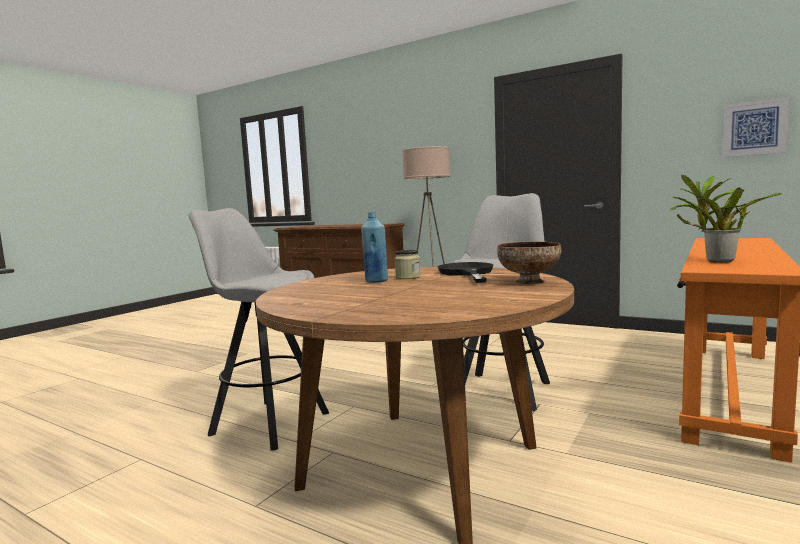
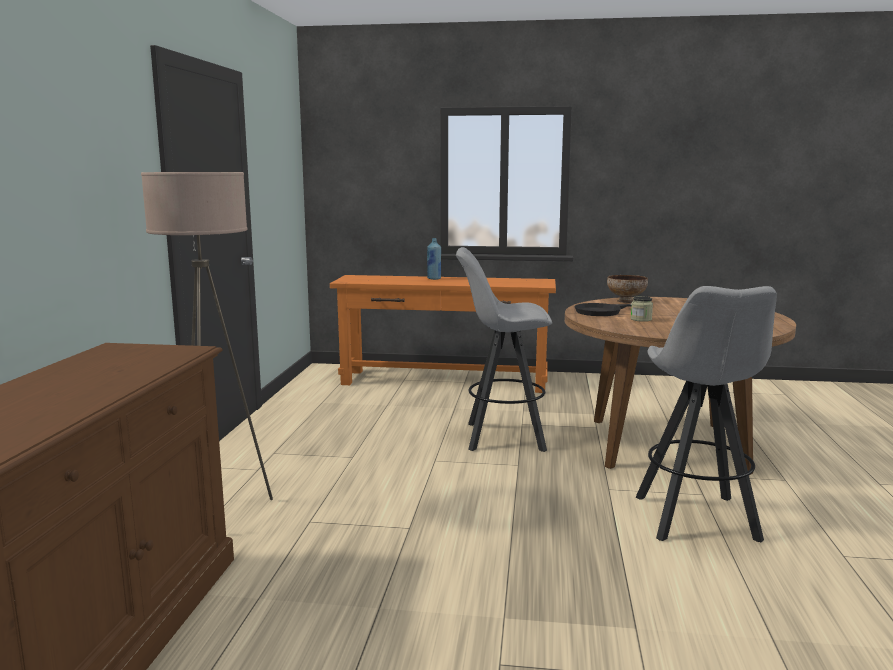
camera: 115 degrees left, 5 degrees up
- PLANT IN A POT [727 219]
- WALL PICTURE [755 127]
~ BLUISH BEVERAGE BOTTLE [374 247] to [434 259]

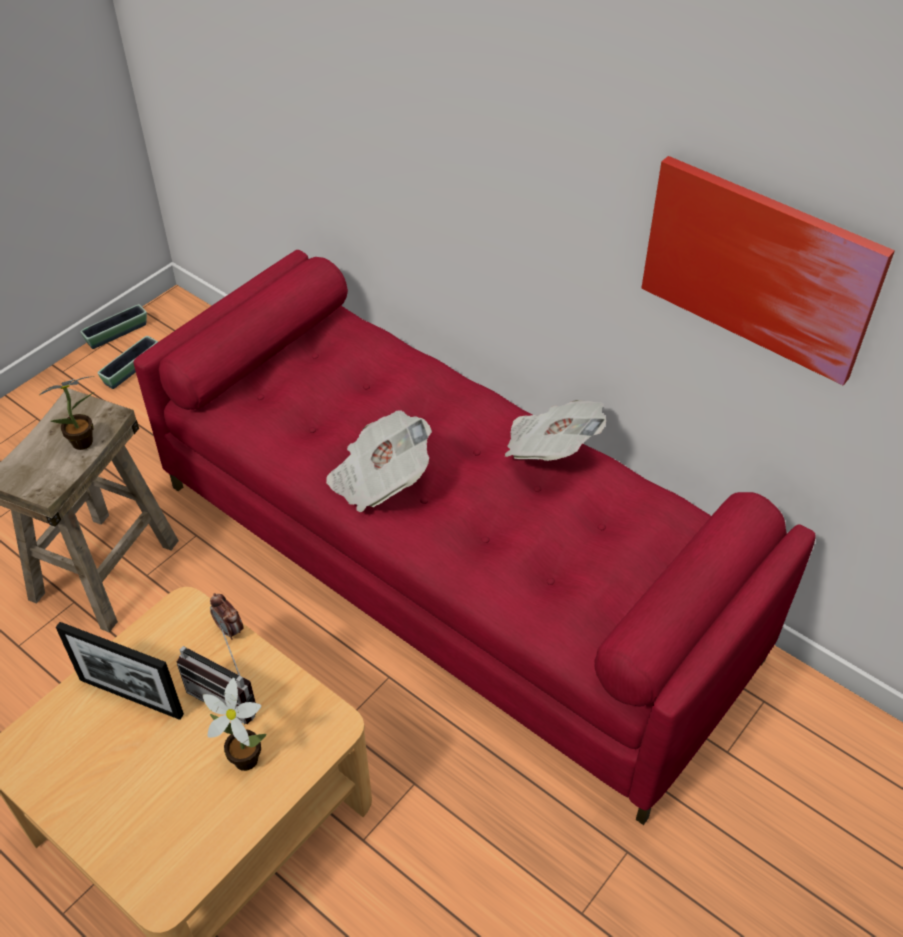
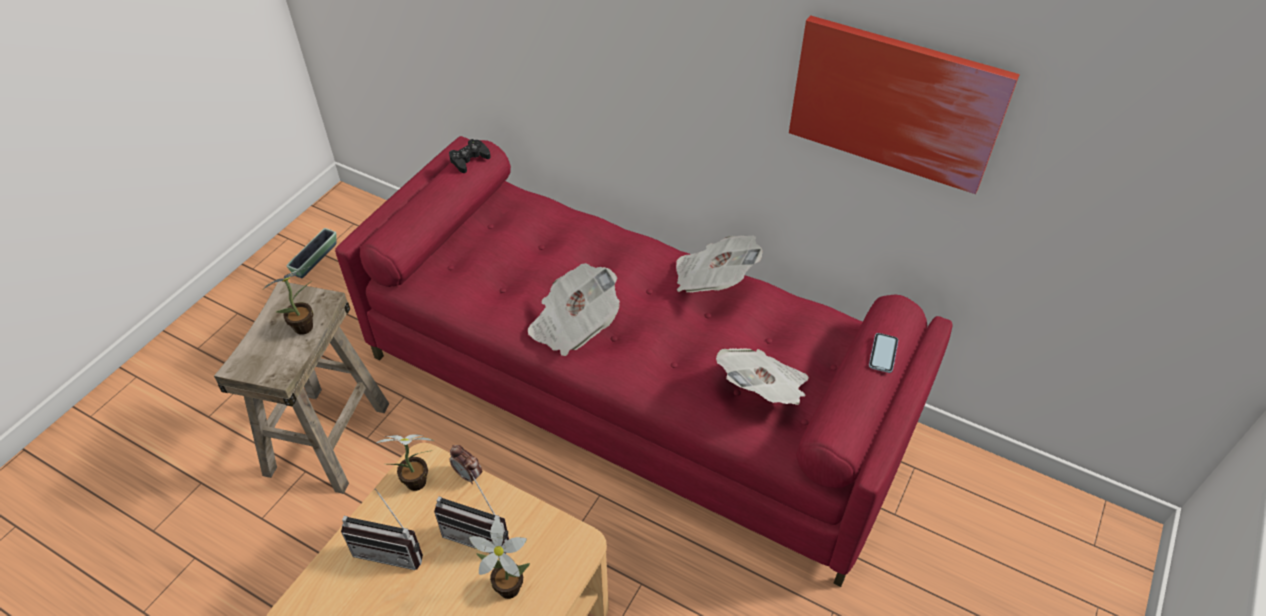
camera: 10 degrees left, 0 degrees up
- PLANTER [113 326]
+ PLANT IN A POT [405 463]
+ BLACK-COLOURED GAMEPAD [470 156]
+ DAILY PAPER [762 376]
+ HANDSET [883 353]
~ PHOTO FRAME [120 671] to RADIO SET [382 529]

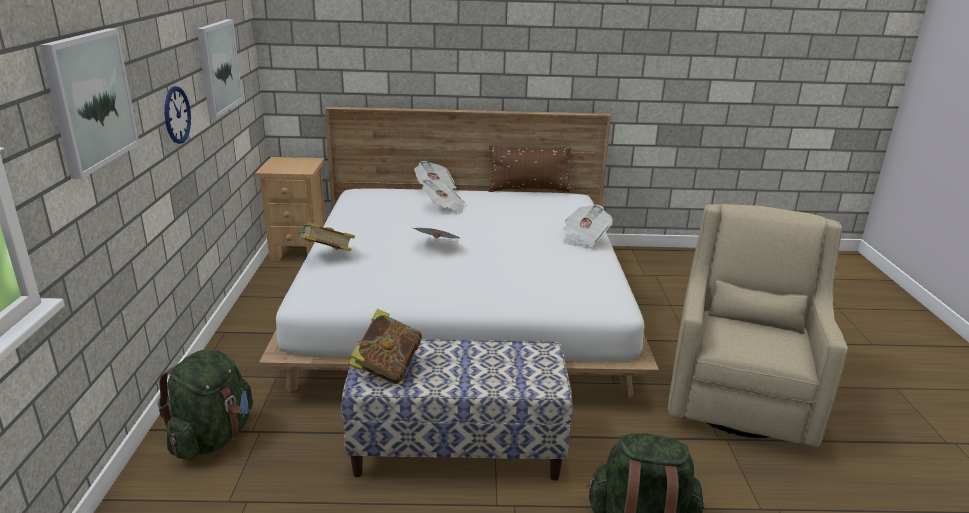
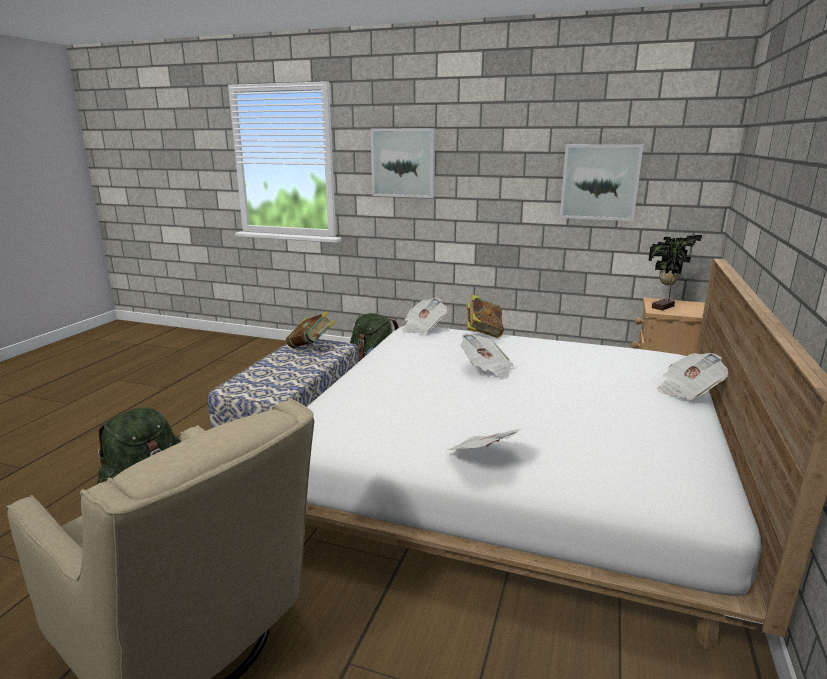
camera: 110 degrees right, 5 degrees down
- HANGING CLOCK [177 115]
- BROWN PILLOW [529 168]
+ PLANT IN A POT [675 272]
~ DAILY PAPER [443 196] to [424 315]

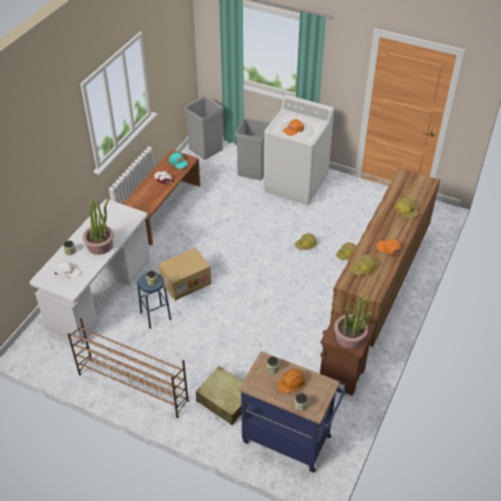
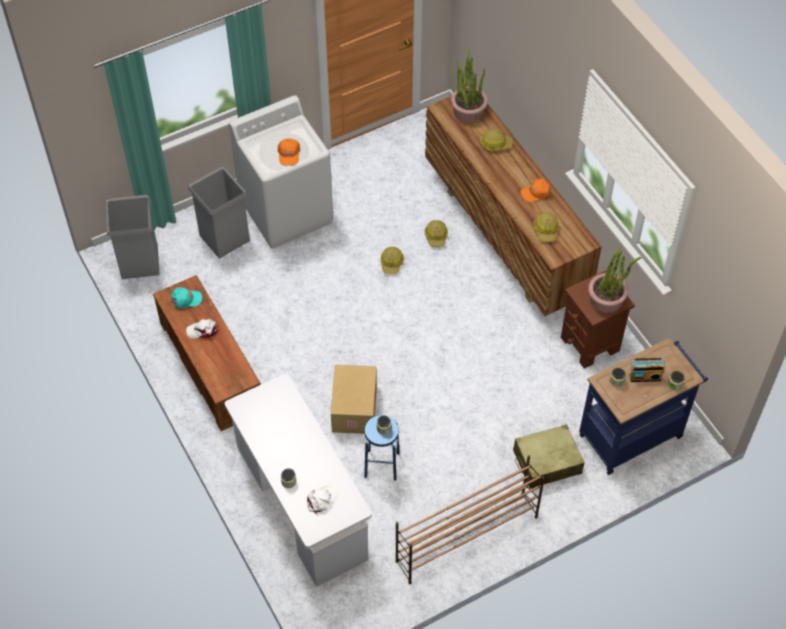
camera: 55 degrees left, 10 degrees up
~ PLANT IN A POT [98 226] to [469 85]
~ ORANGE WORK HELMET [291 381] to RADIO SET [648 370]

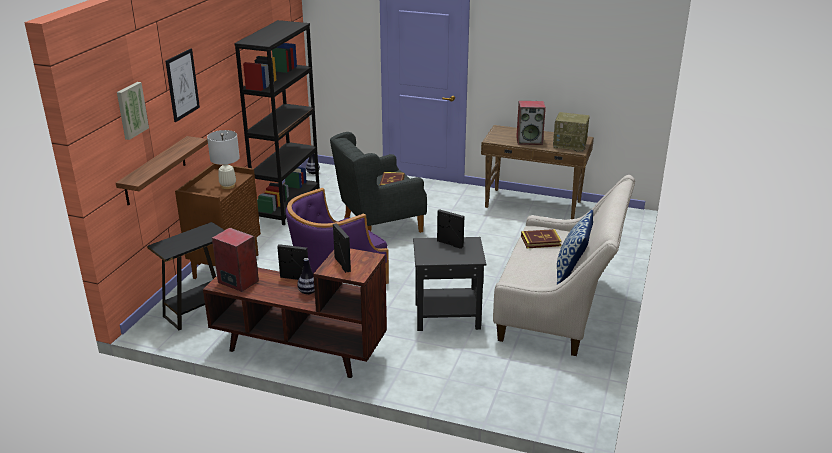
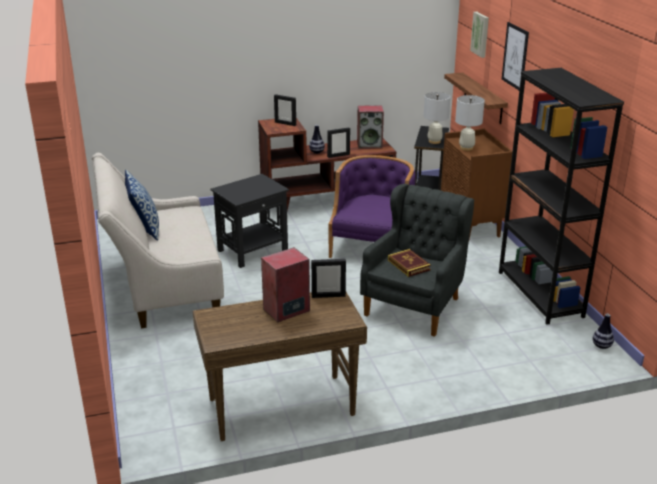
camera: 145 degrees right, 0 degrees up
- VOLUME [541 238]
- RADIO SET [571 132]
+ WHITE TABLETOP LAMP [437 118]
~ PHOTO FRAME [450 229] to [328 278]

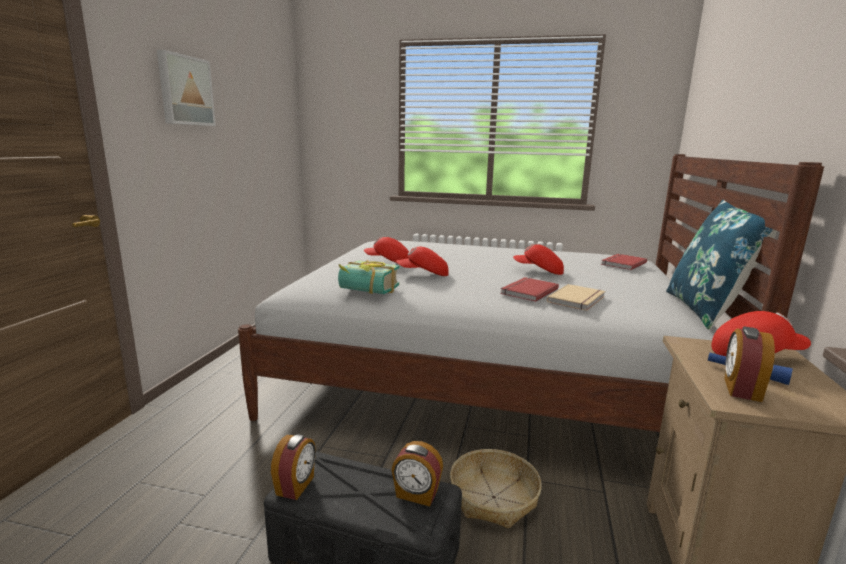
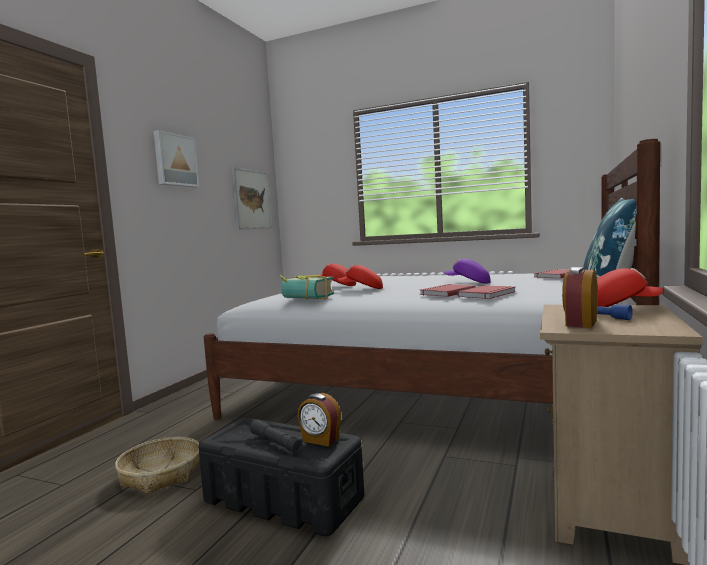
camera: 10 degrees right, 10 degrees down
- TABLE CLOCK [293 467]
+ WALL PICTURE [252 198]
+ GREYISH TORCH [276 436]
~ HOUSEHOLD BASKET [496 488] to [157 465]
~ RED-COLOURED BASEBALL CAP [538 259] to PURPLE BASEBALL CAP [467 271]
~ SAND-COLOURED VOLUME [576 297] to RED-COLOURED VOLUME [486 292]

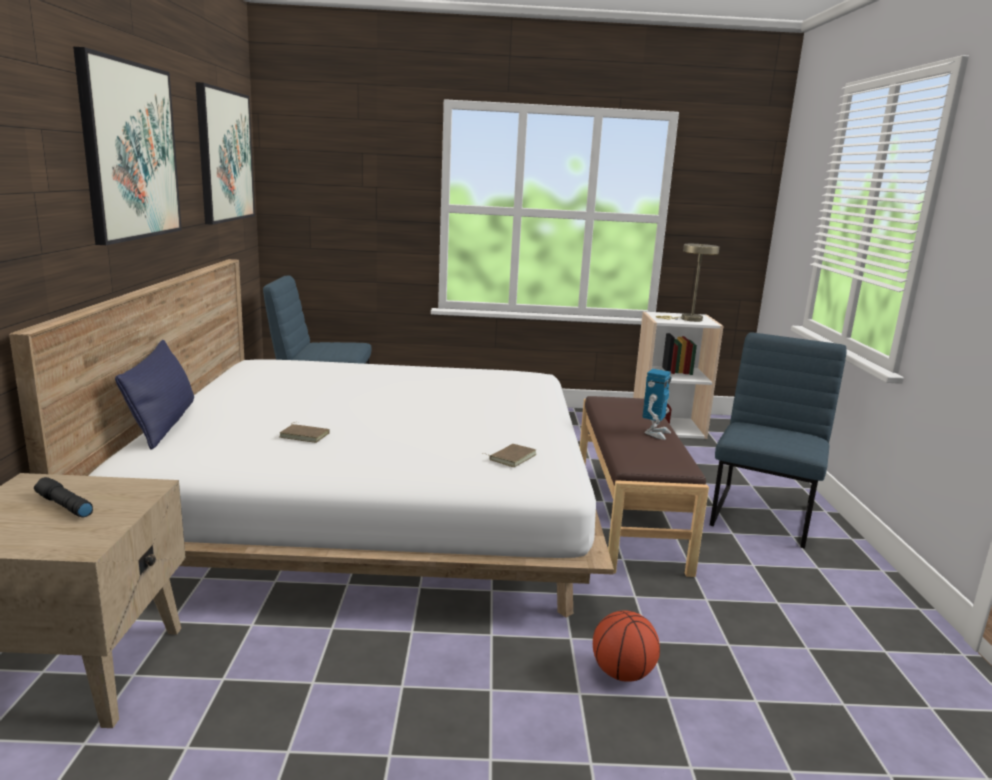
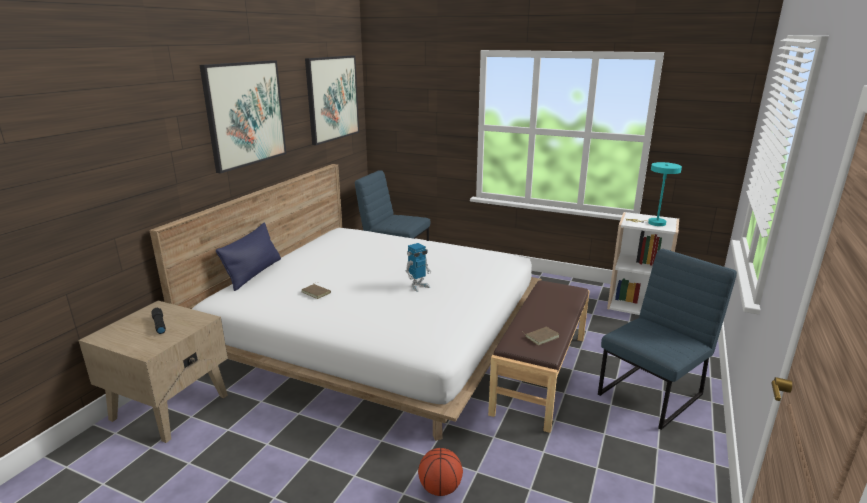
camera: 25 degrees right, 5 degrees up
~ BROWN VOLUME [509 455] to [541 336]
~ ROBOT FIGURE [657 404] to [418 267]
~ SAND-COLOURED TABLETOP LAMP [687 283] to TURQUOISE-COLOURED TABLETOP LAMP [654 194]

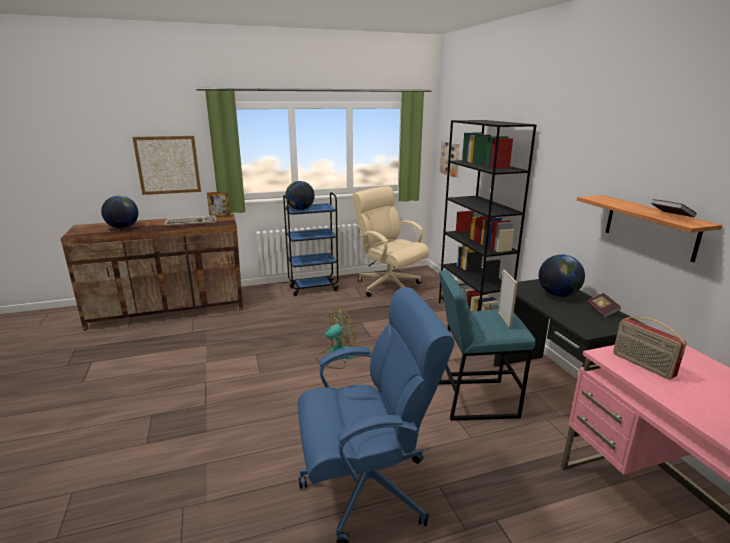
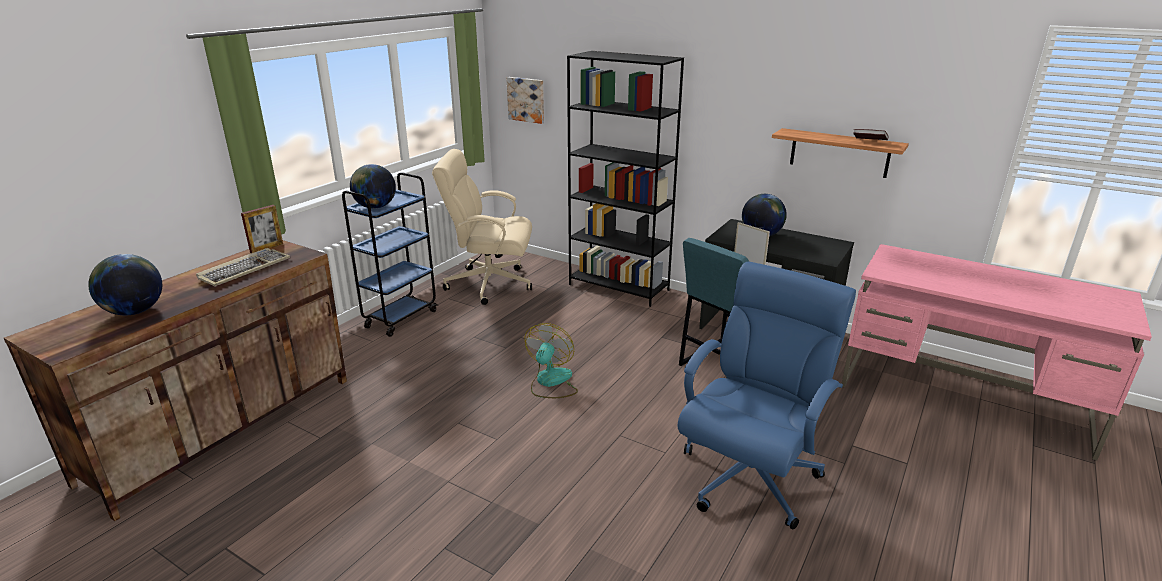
camera: 40 degrees left, 5 degrees up
- WALL PICTURE [166 165]
- VOLUME [604 305]
- RADIO SET [649 348]

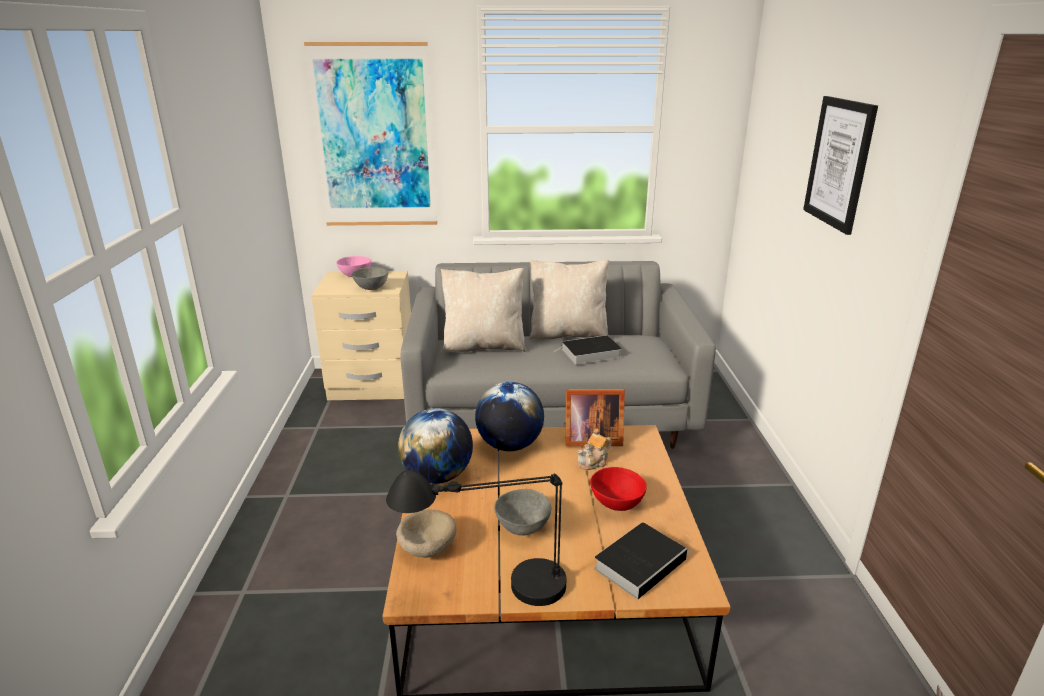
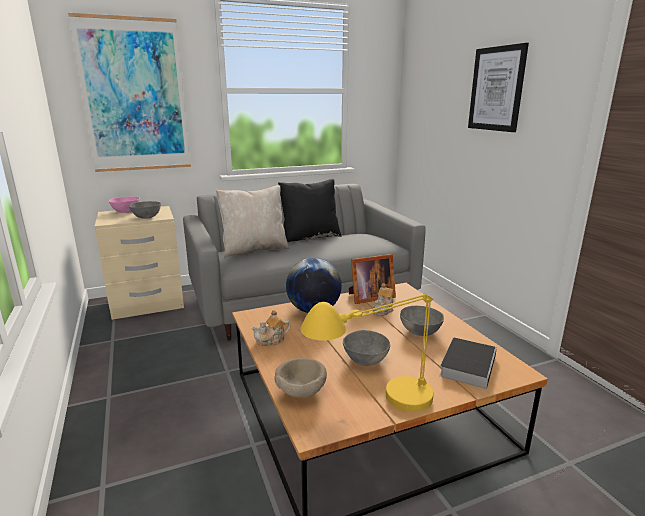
camera: 20 degrees left, 5 degrees down
- VOLUME [587 350]
~ DESK GLOBE [435 446] to POT FOR TEA [270 328]
~ BLACK-COLOURED TABLETOP LAMP [476 537] to YELLOW-COLOURED TABLETOP LAMP [367 352]
~ SAND-COLOURED PILLOW [569 300] to BLACK-COLOURED PILLOW [310 210]
~ RED-COLOURED BOWL [618 489] to GREYISH BOWL [422 321]

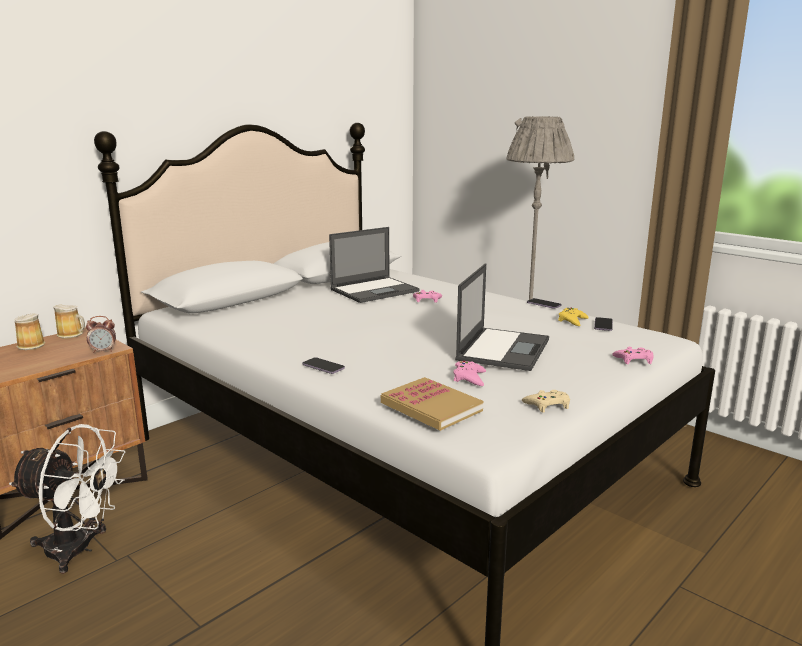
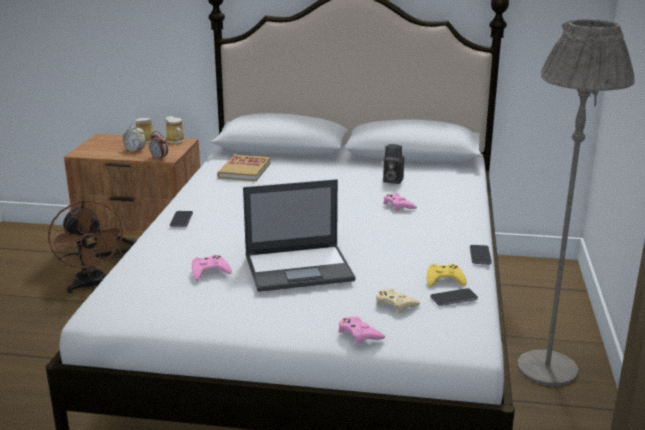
camera: 55 degrees right, 5 degrees up
+ TABLE CLOCK [134 137]
~ VOLUME [432 404] to [244 168]
~ SAND-COLOURED GAMEPAD [546 401] to [398 301]
~ NOTEBOOK COMPUTER [374 265] to PHOTO CAMERA [393 164]
~ WHITE ELECTRIC FAN [67 499] to BROWN ELECTRIC FAN [86 246]

